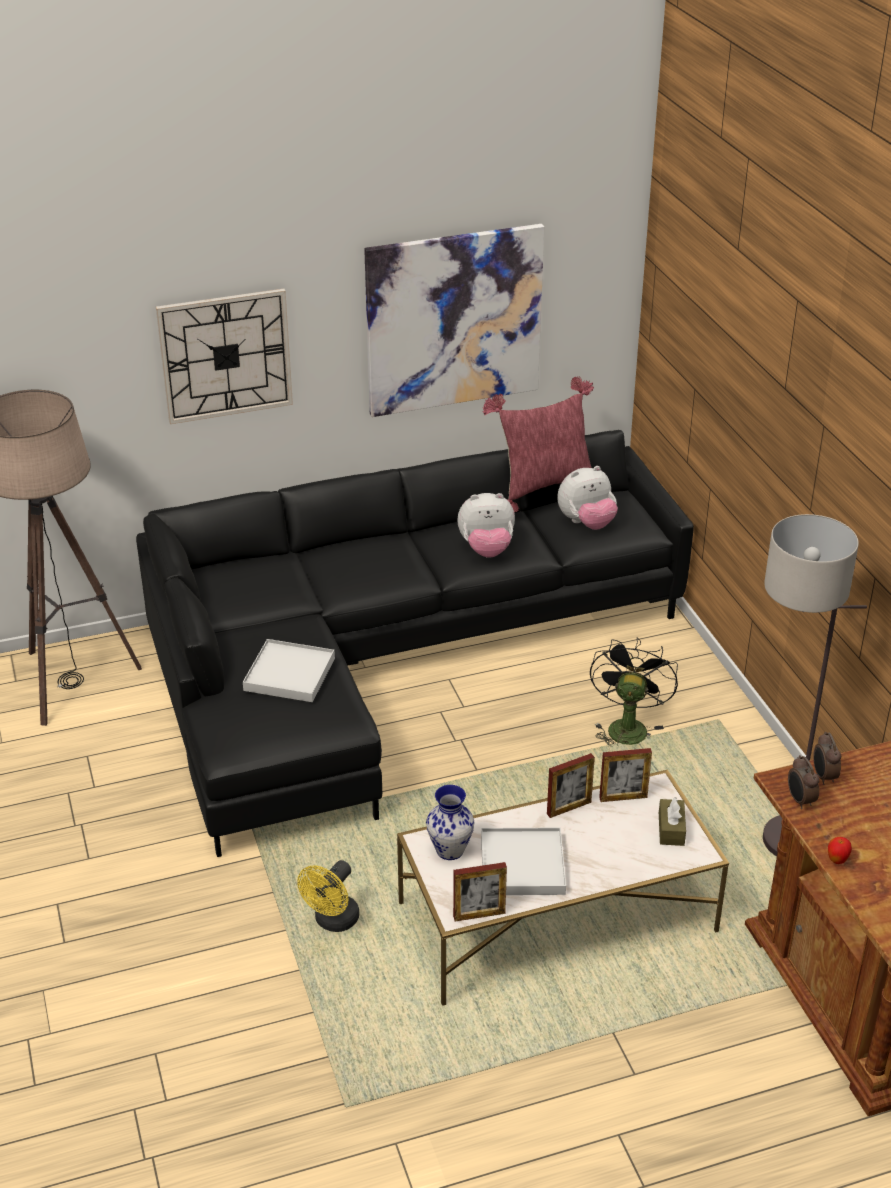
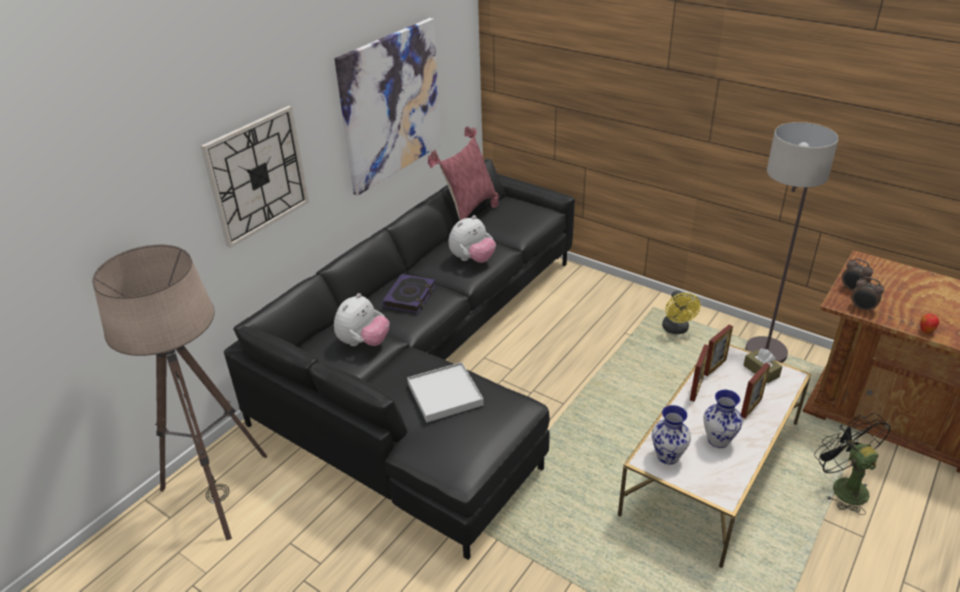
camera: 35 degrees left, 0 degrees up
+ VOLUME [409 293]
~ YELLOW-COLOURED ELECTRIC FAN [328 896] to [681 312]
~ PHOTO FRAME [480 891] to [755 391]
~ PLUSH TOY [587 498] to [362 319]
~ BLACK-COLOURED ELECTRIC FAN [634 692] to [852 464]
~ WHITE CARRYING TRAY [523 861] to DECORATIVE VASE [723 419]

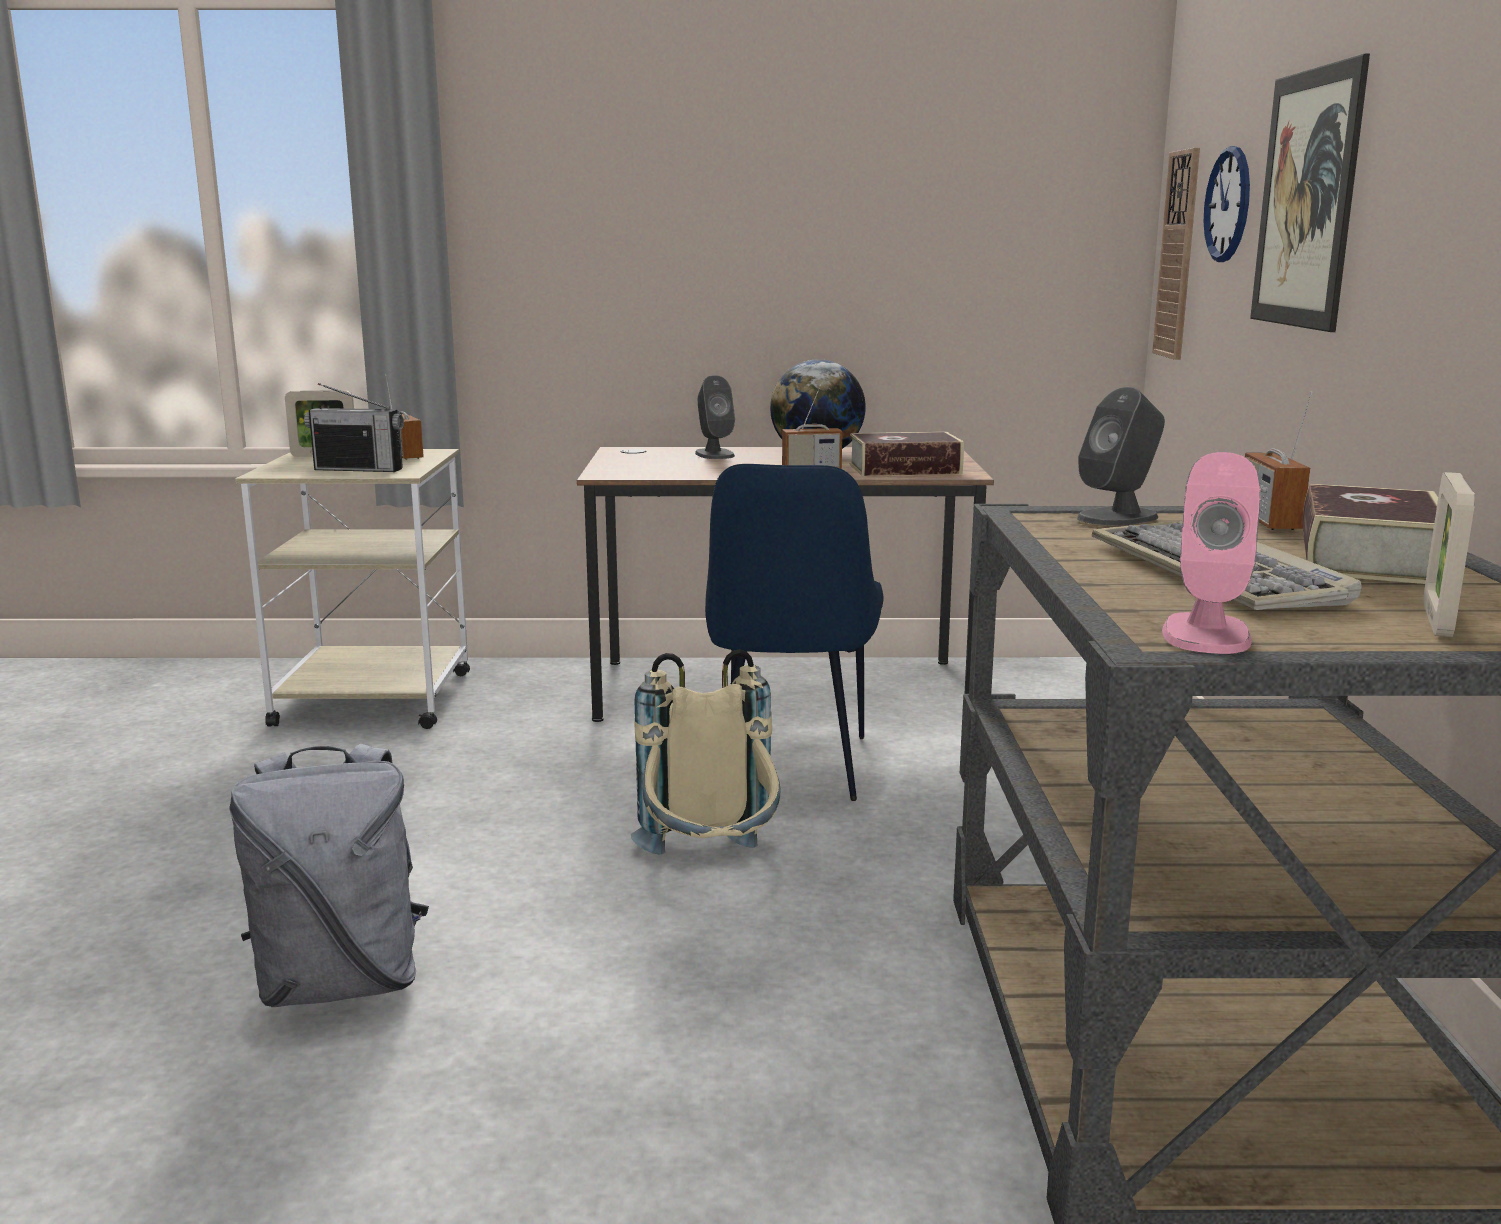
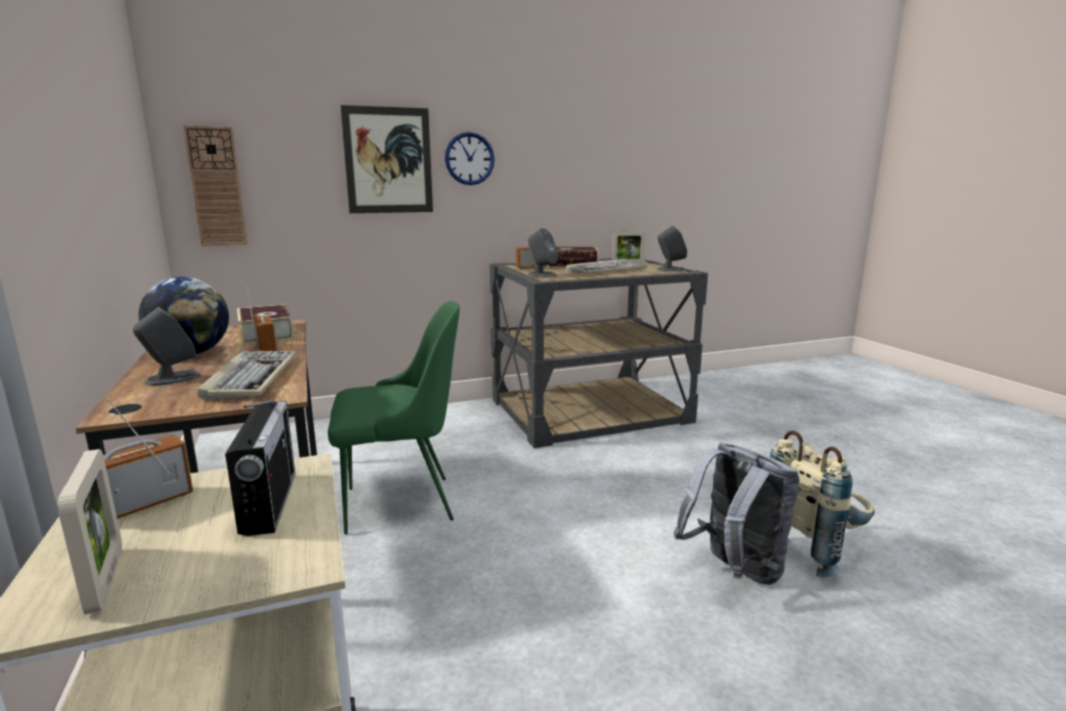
camera: 110 degrees left, 0 degrees up
+ KEYBOARD [247 375]
~ SAND-COLOURED RUCKSACK [706 752] to [822 504]
~ HANGING CLOCK [1227 204] to [470 158]
~ BLUISH UPRIGHT CHAIR [794 632] to GREENISH UPRIGHT CHAIR [394 417]
~ PINK-COLOURED SPEAKER [1211 553] to GREYISH SPEAKER [672 249]

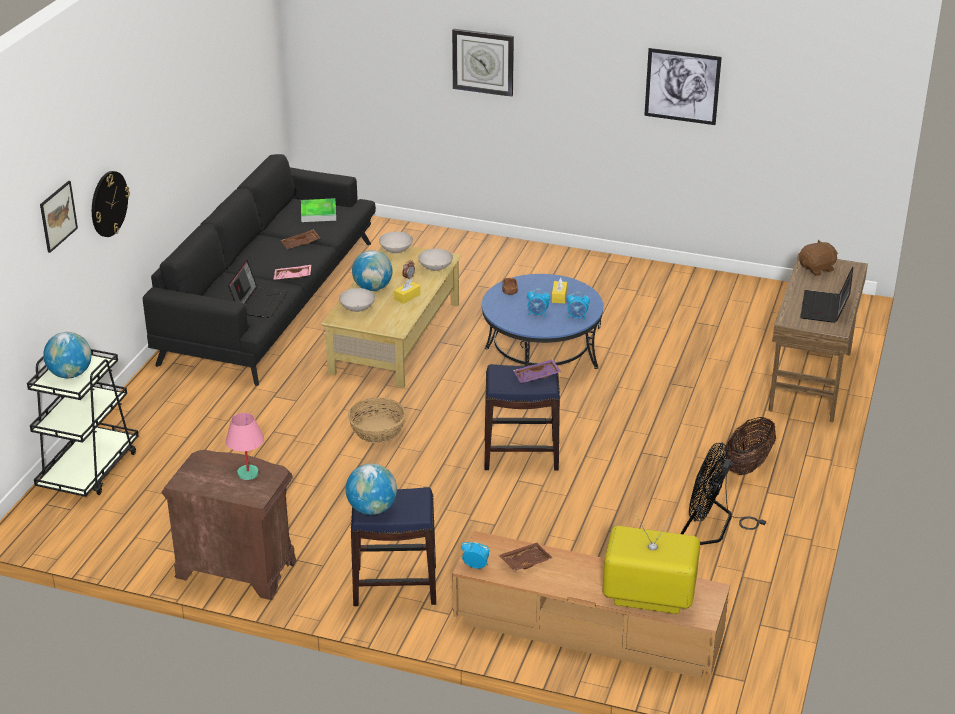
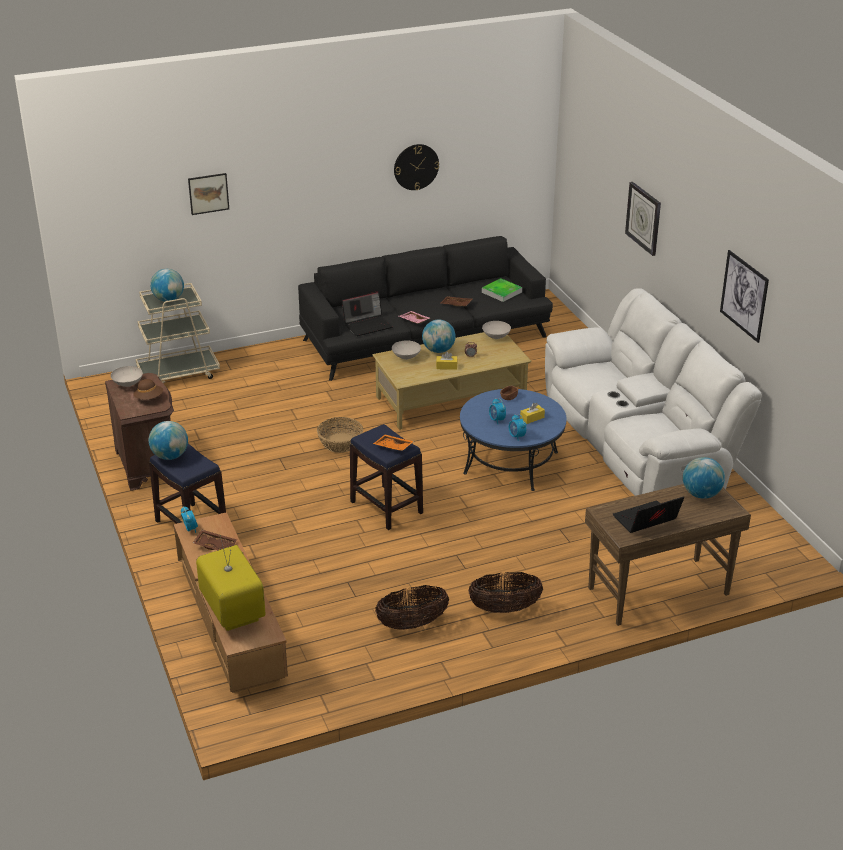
camera: 50 degrees right, 0 degrees up
+ WHITE SETTEE [653 392]
~ HANGING CLOCK [111 204] to [416 167]
~ WHITE BOWL [435 260] to [127 376]
~ PINK-COLOURED TABLETOP LAMP [245 446] to BROWN WEARABLE HAT [148 389]
~ BLACK-COLOURED ELECTRIC FAN [724 493] to HOUSEHOLD BASKET [412 607]
~ BROWN PLUSH TOY [818 258] to DESK GLOBE [704 478]
~ BLACK-COLOURED TROLLEY [83 423] to SAND-COLOURED TROLLEY [178 333]
~ PURPLE CARRYING TRAY [537 371] to ORANGE CARRYING TRAY [393 443]

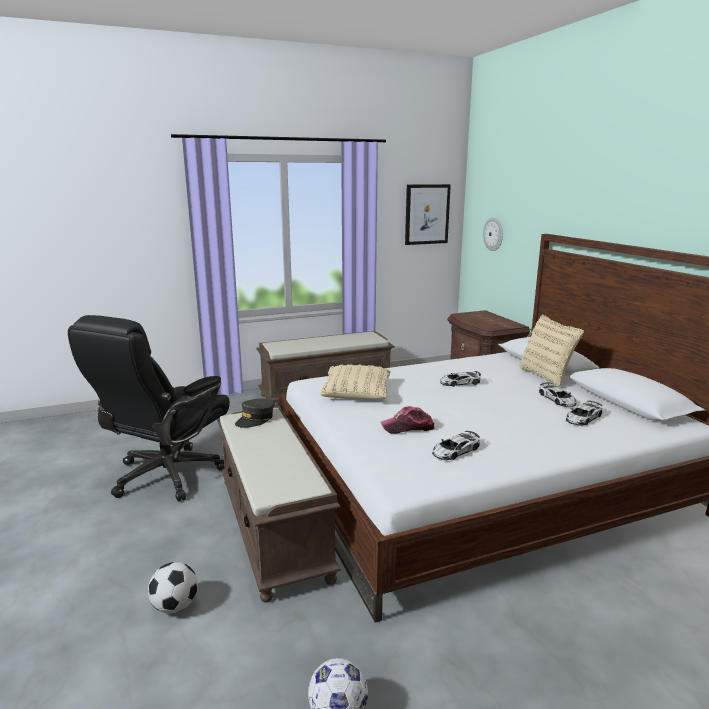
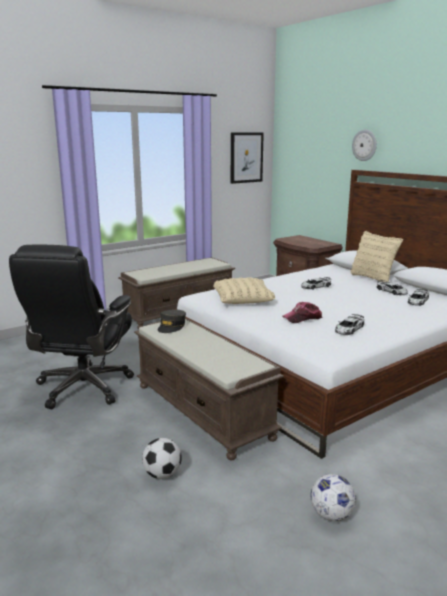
camera: 15 degrees left, 0 degrees up
~ HANGING CLOCK [493 234] to [364 145]

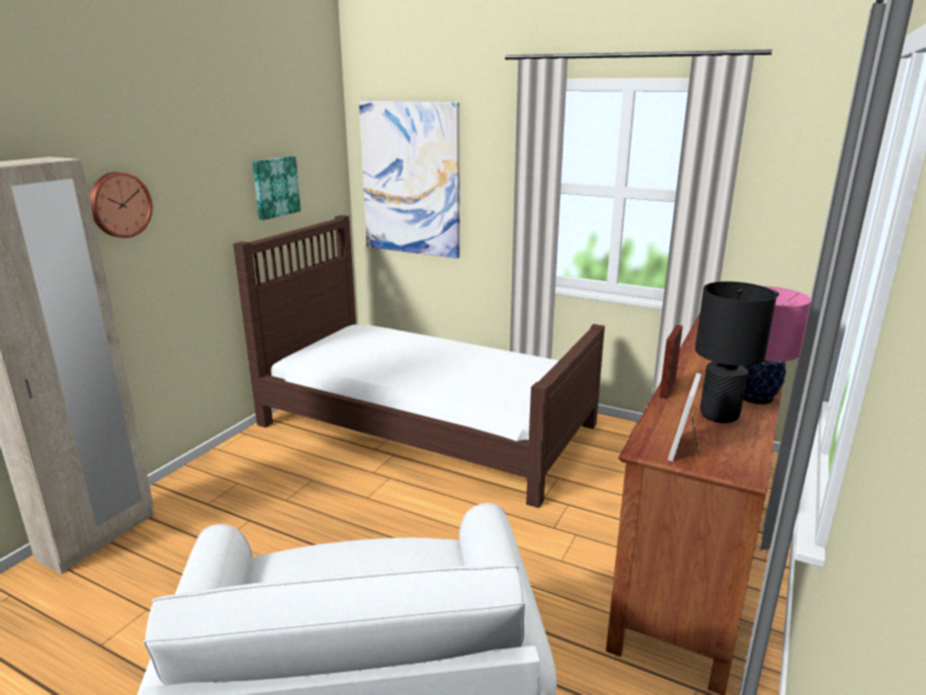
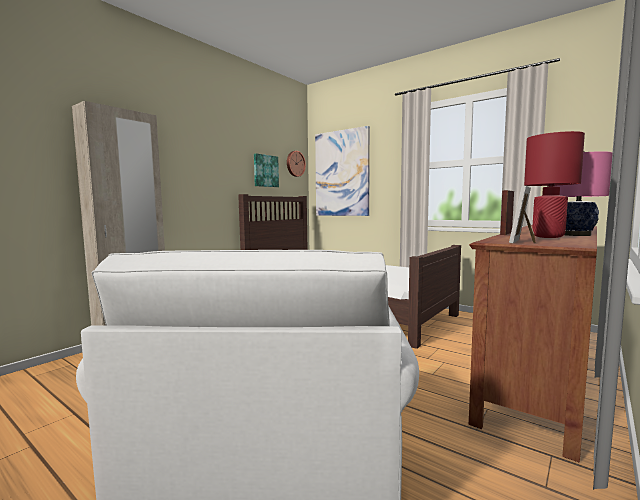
camera: 10 degrees right, 15 degrees down
~ HANGING CLOCK [121 205] to [296 164]
~ BLACK-COLOURED TABLETOP LAMP [736 352] to RED-COLOURED TABLETOP LAMP [554 184]

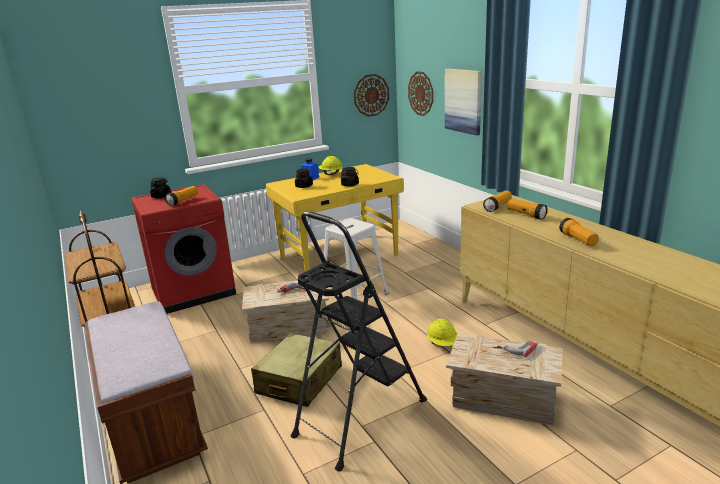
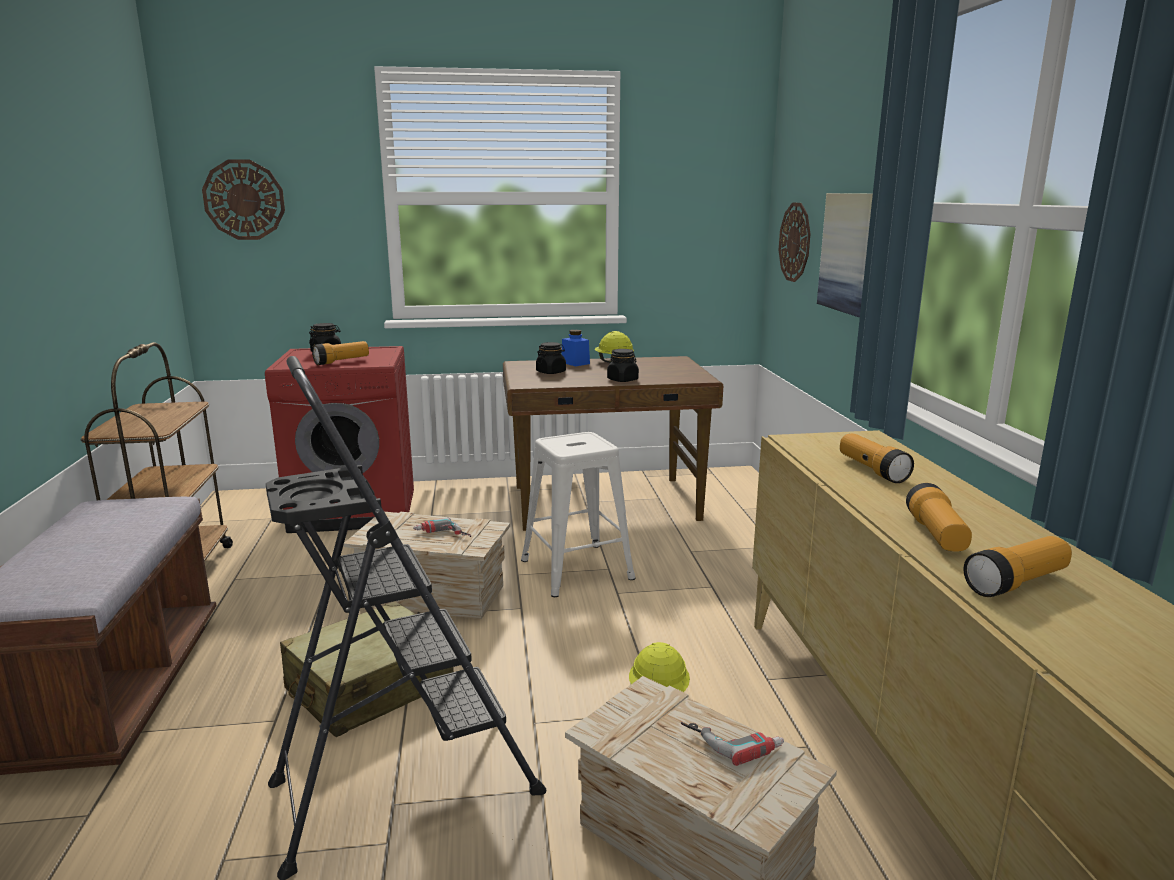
camera: 20 degrees right, 5 degrees down
~ HANGING CLOCK [371 95] to [243 200]
~ TORCH [497 201] to [1017 566]
~ YELLOW-COLOURED DESK TABLE [335 221] to BROWN DESK TABLE [613 443]

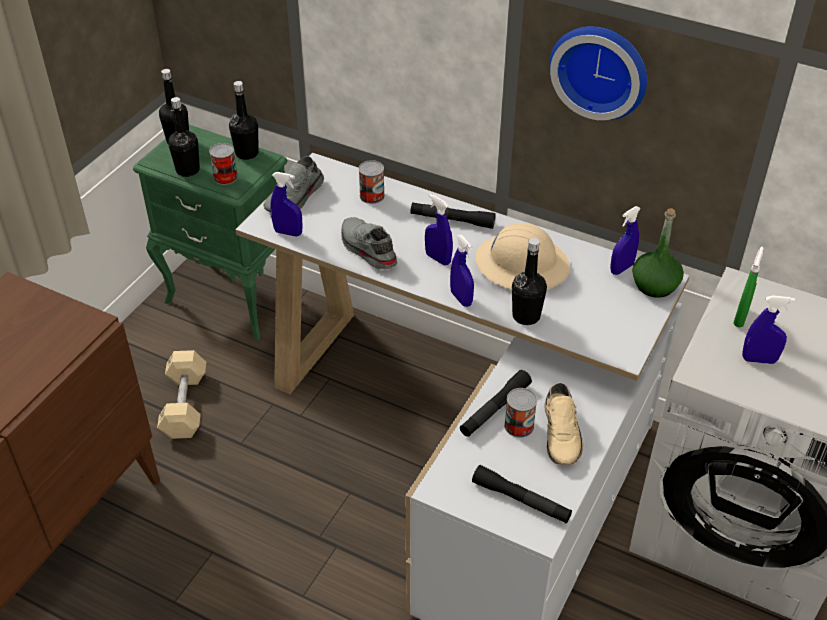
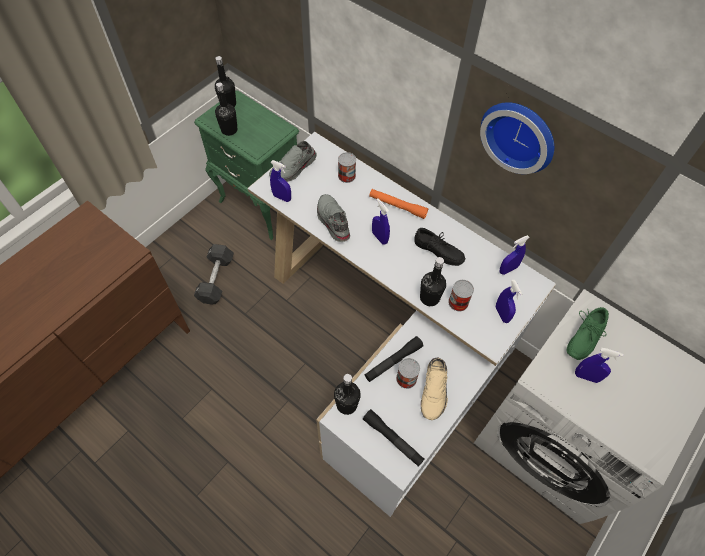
camera: 10 degrees right, 15 degrees up
- GREENISH BEVERAGE BOTTLE [658 253]
~ SEALED CAN [223 164] to [461 295]
~ BLACK-COLOURED BEVERAGE BOTTLE [244 120] to [347 394]
~ BLUISH SPRAYER [462 271] to [509 301]
~ SAND-COLOURED WORK HELMET [522 256] to BLACK-COLOURED LOW SHOE [439 247]
~ GREENISH SPRAYER [748 287] to GREENISH LOW SHOE [588 333]
~ SAND-COLOURED DUMBBELL [181 394] to BLACK-COLOURED DUMBBELL [214 274]
~ BLACK-COLOURED TORCH [453 215] to ORANGE TORCH [398 204]

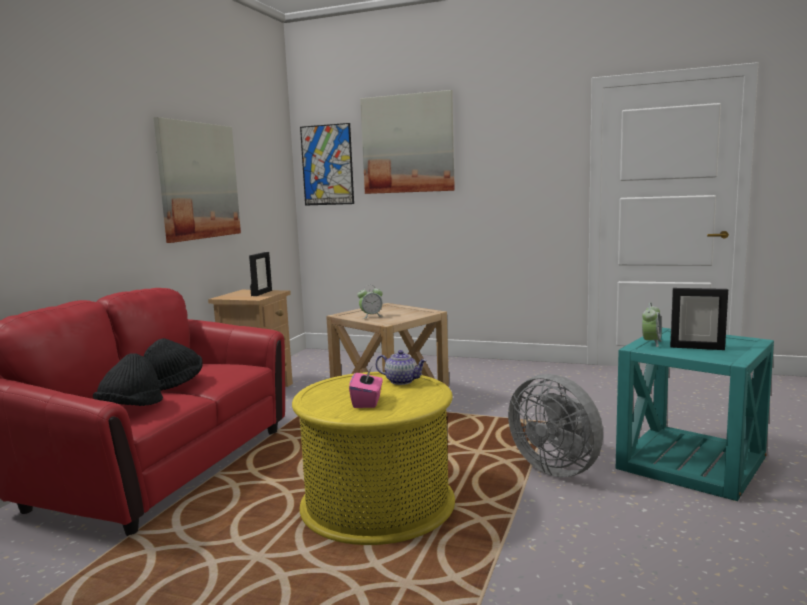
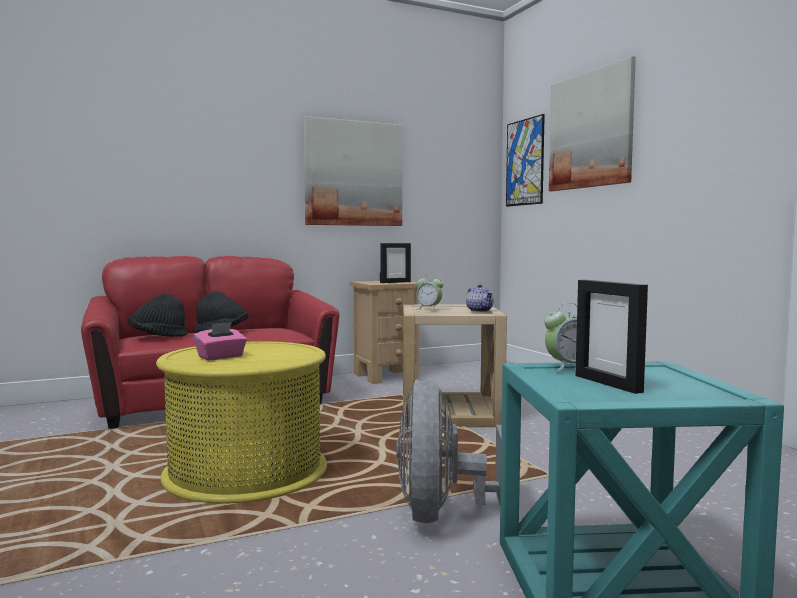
camera: 45 degrees right, 5 degrees down
~ POT FOR TEA [401 367] to [479 298]

